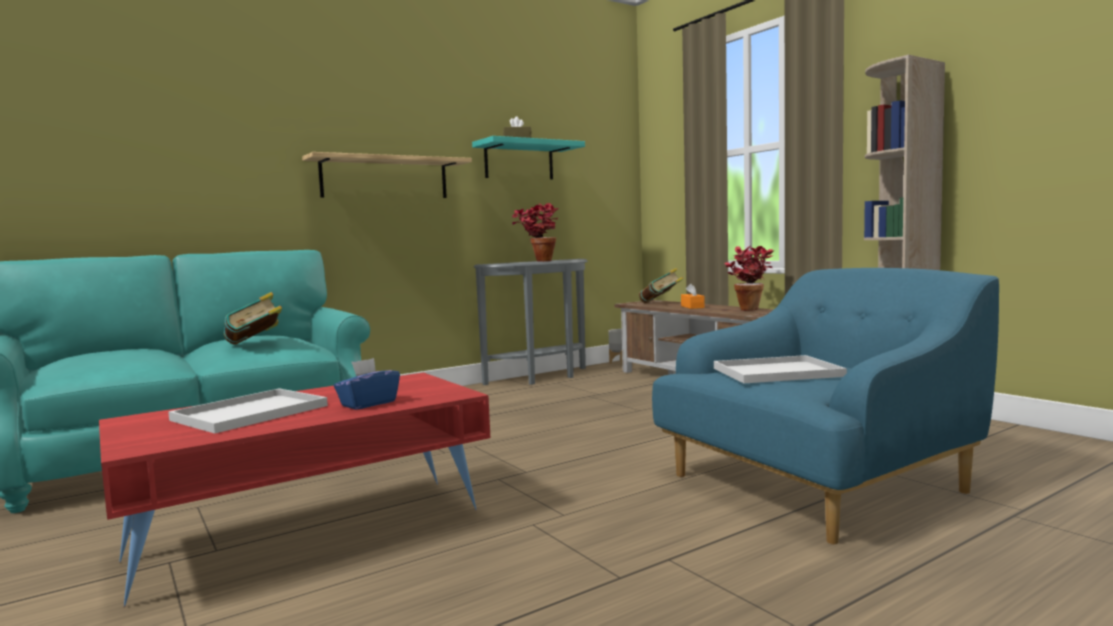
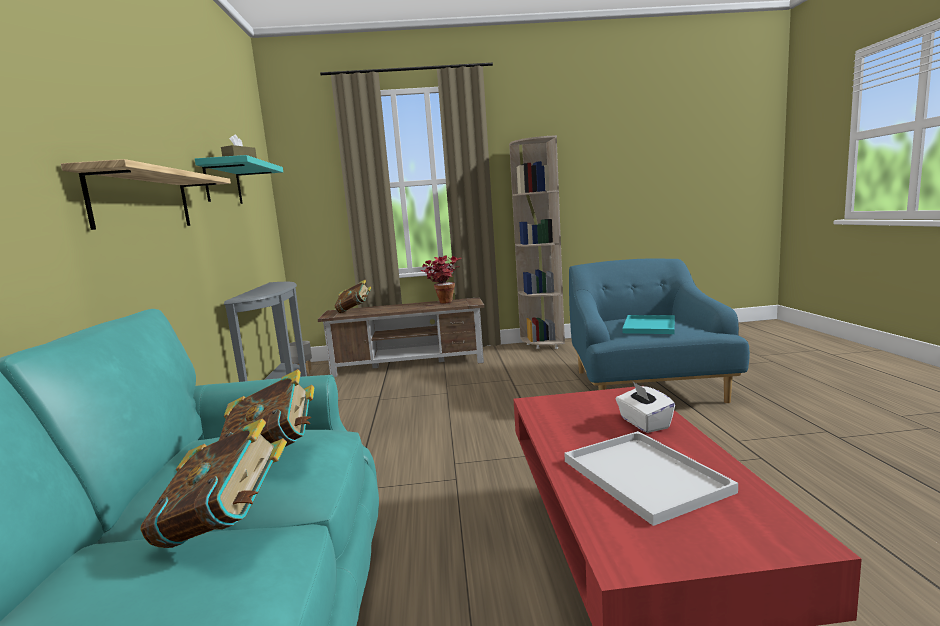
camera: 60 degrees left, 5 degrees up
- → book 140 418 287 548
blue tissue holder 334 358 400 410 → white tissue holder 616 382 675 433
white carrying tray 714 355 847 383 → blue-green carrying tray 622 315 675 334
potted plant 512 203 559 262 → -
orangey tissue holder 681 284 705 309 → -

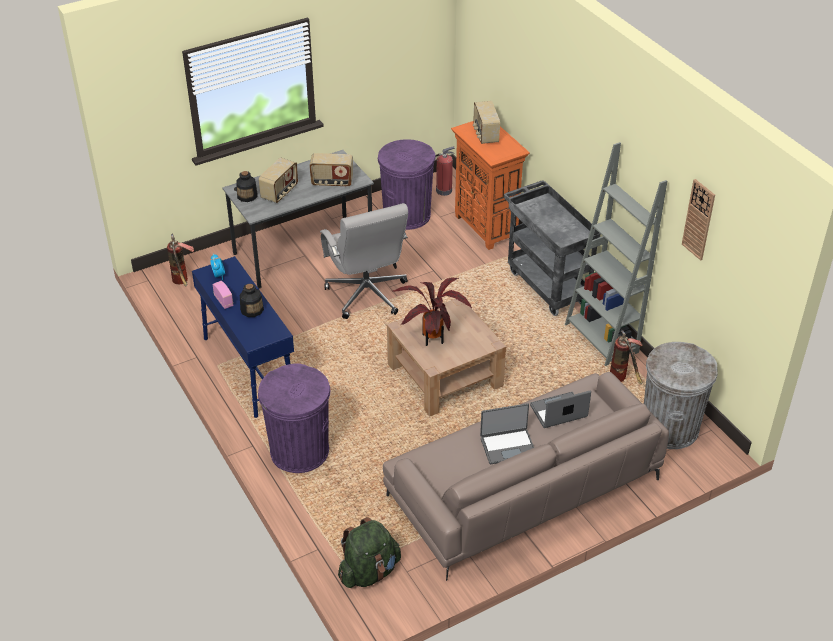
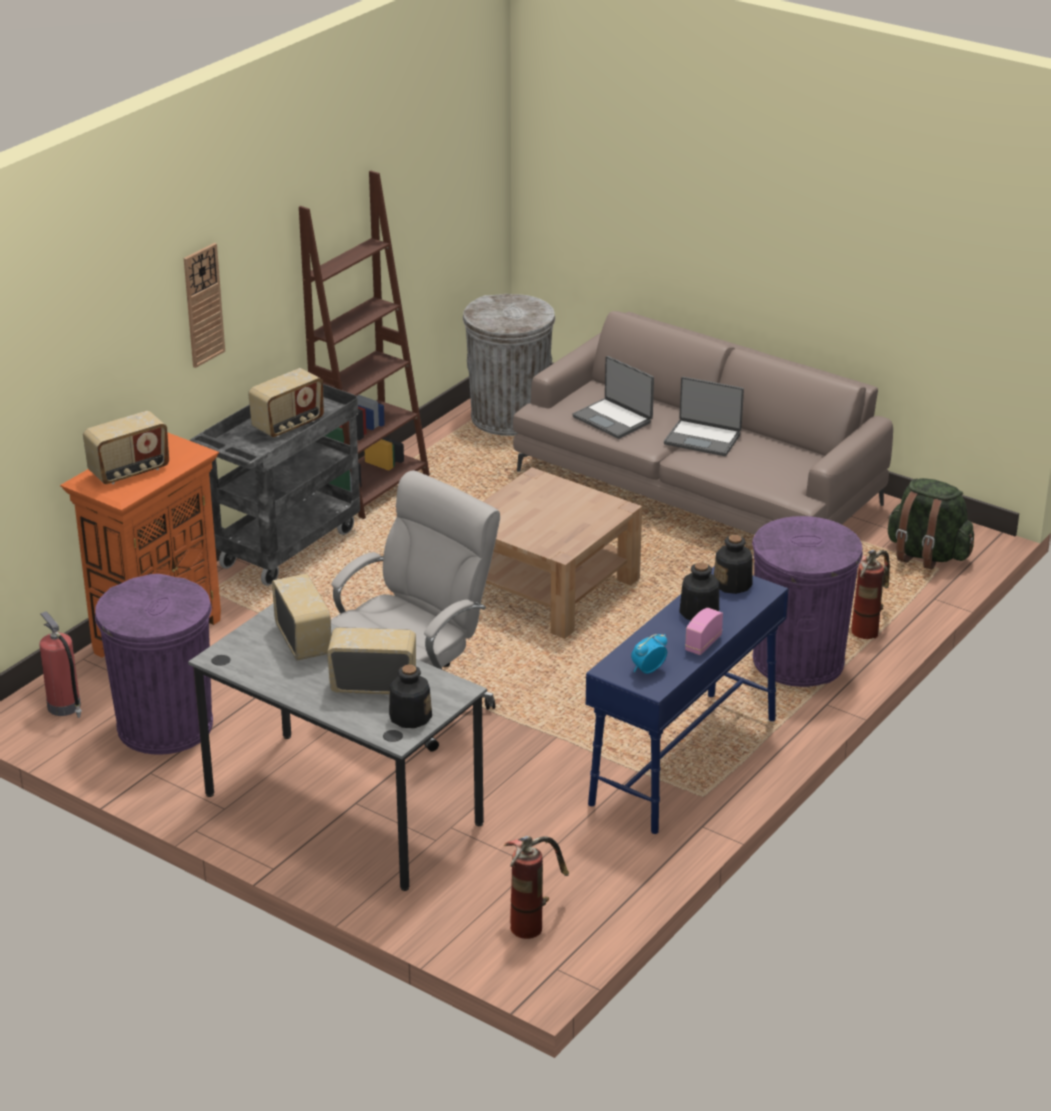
camera: 115 degrees left, 10 degrees down
clock on the wall 682 179 715 261 → clock on the wall 184 243 225 368, move
- → radio 248 368 324 437
gray shelving unit 565 142 667 366 → brown-coloured shelving unit 299 171 430 519
portable computer 480 403 534 464 → portable computer 664 377 744 456, 150 degrees clockwise
- → beverage bottle 714 535 753 594
fire-fighting cylinder 610 330 643 385 → fire-fighting cylinder 851 549 890 639, move
potted plant 393 278 472 346 → -

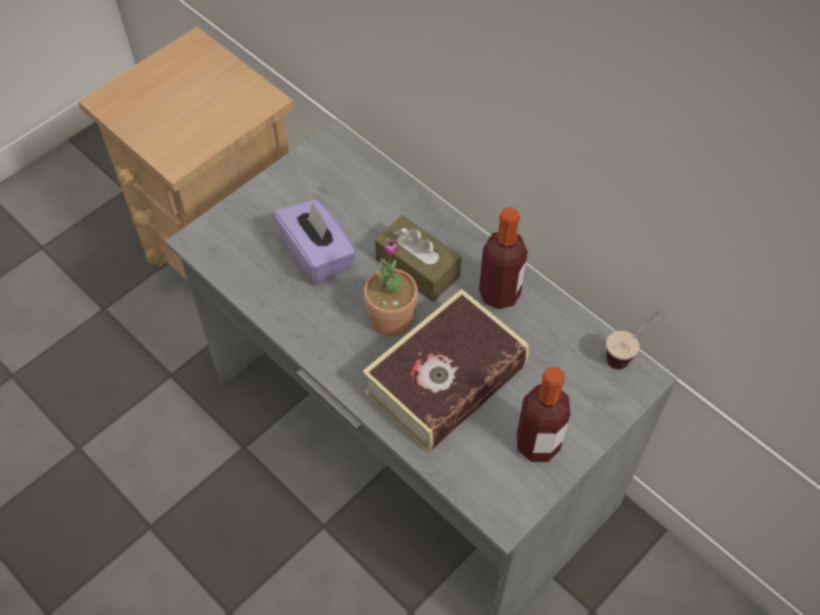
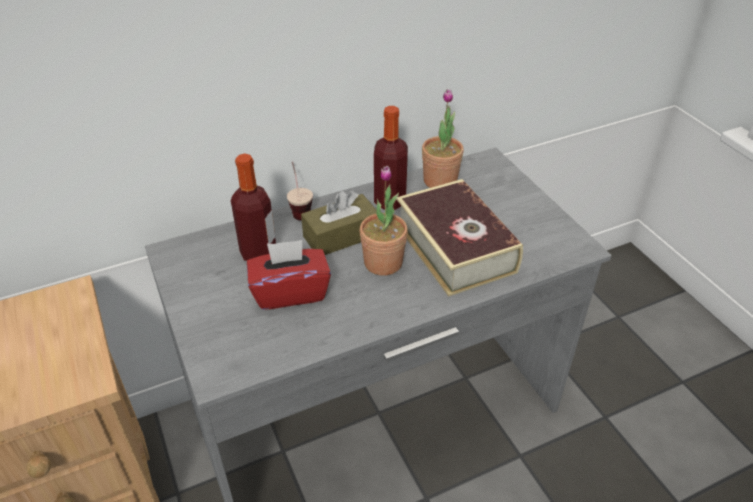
camera: 70 degrees left, 15 degrees down
beverage bottle 517 367 570 462 → beverage bottle 231 153 276 261, move
purple-coloured tissue holder 273 199 356 284 → red-coloured tissue holder 247 240 331 310
drinking cup 606 311 660 370 → drinking cup 287 162 313 220, move
- → potted plant 422 89 464 188

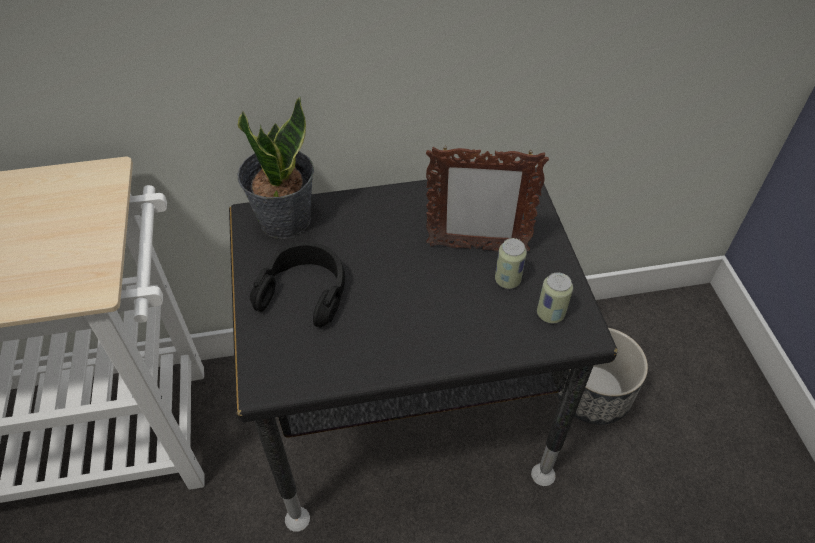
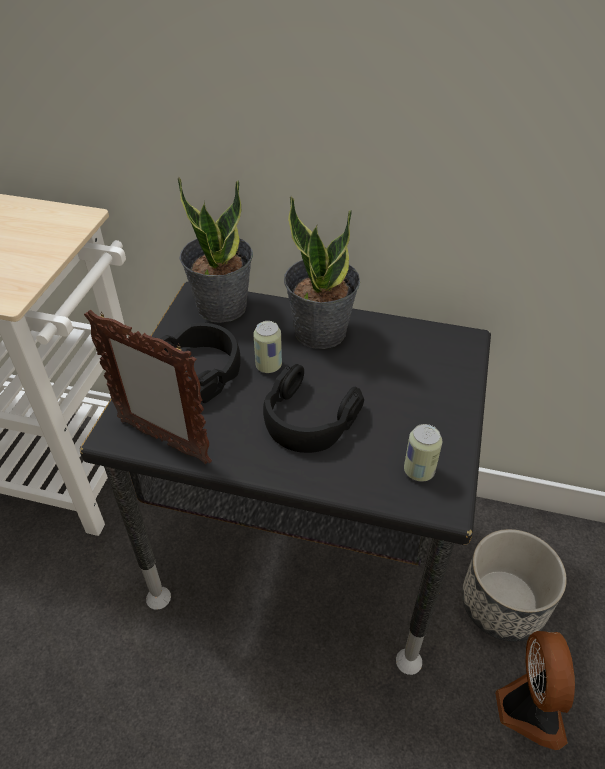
camera: 25 degrees right, 5 degrees down
picture frame 426 146 549 252 → picture frame 84 310 212 464, move
sealed can 495 238 527 289 → sealed can 253 321 282 373, move
- → black pair of headphones 263 364 364 453
- → potted plant 284 196 360 349
- → cooling fan 495 631 575 750

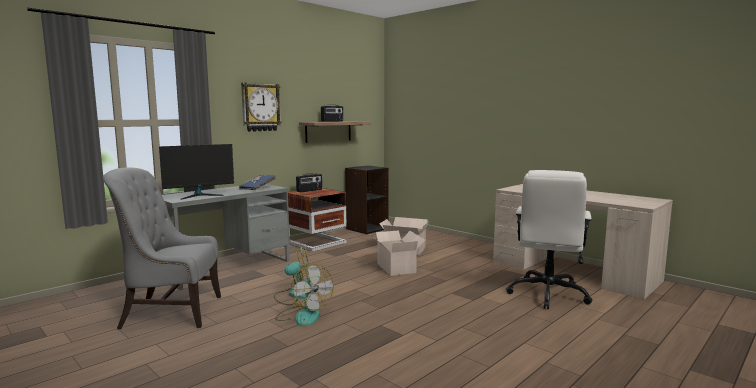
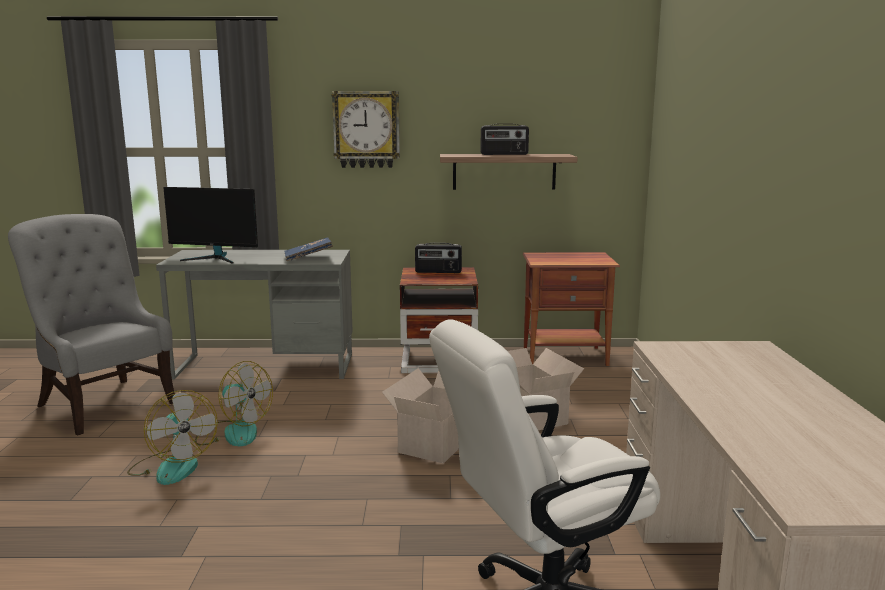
camera: 45 degrees right, 5 degrees up
cooling fan 275 264 334 326 → cooling fan 127 390 218 485, 45 degrees counterclockwise
black shelving unit 345 165 389 234 → nightstand 523 252 620 366

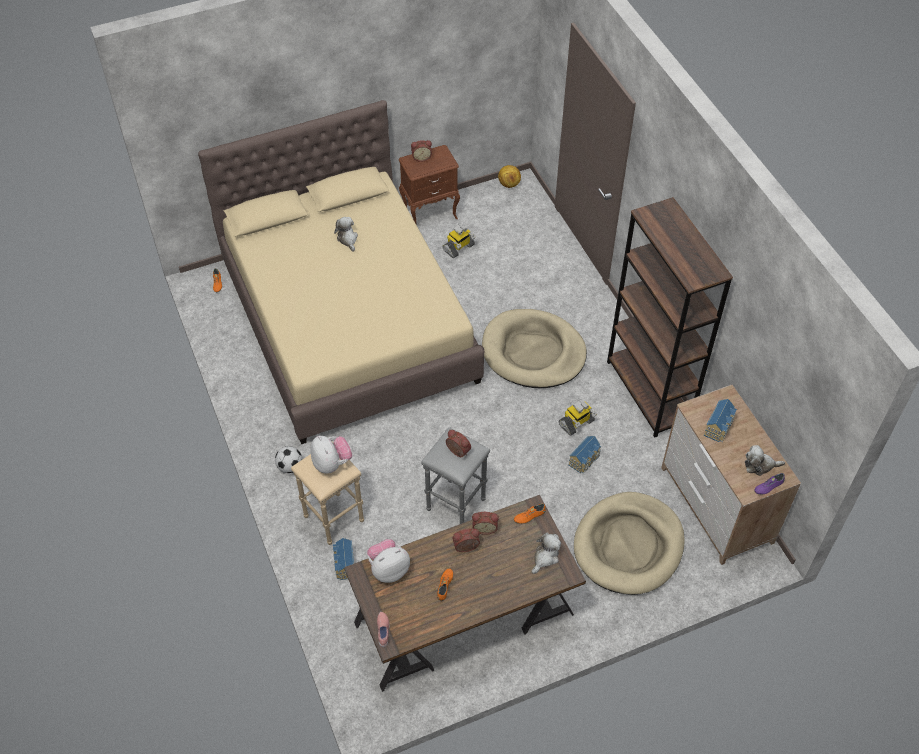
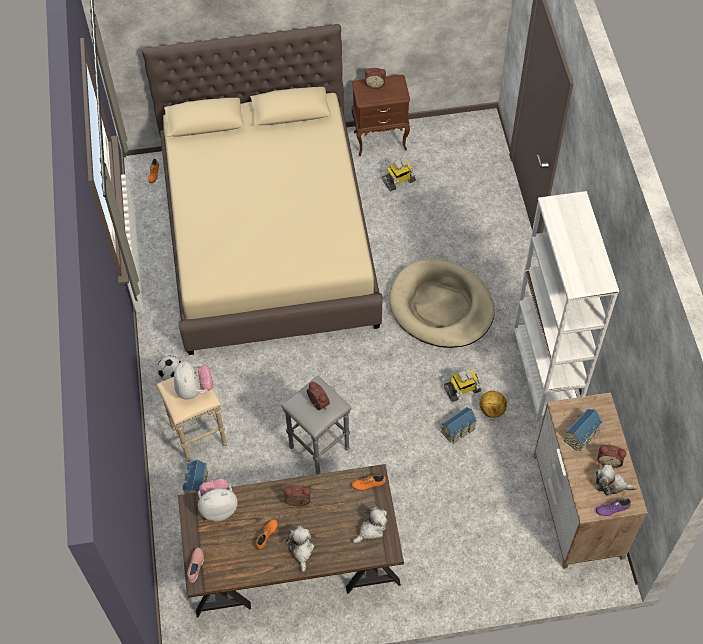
camera: 15 degrees right, 5 degrees up
soft toy 334 217 358 252 → soft toy 285 526 314 572, move
ball for football 498 165 521 188 → ball for football 480 390 507 418, move
brown-coloured shelving unit 607 197 733 438 → white shelving unit 513 191 619 422
bedside clock 472 512 499 535 → bedside clock 597 445 627 468, move
beige pet bed 574 492 684 595 → -

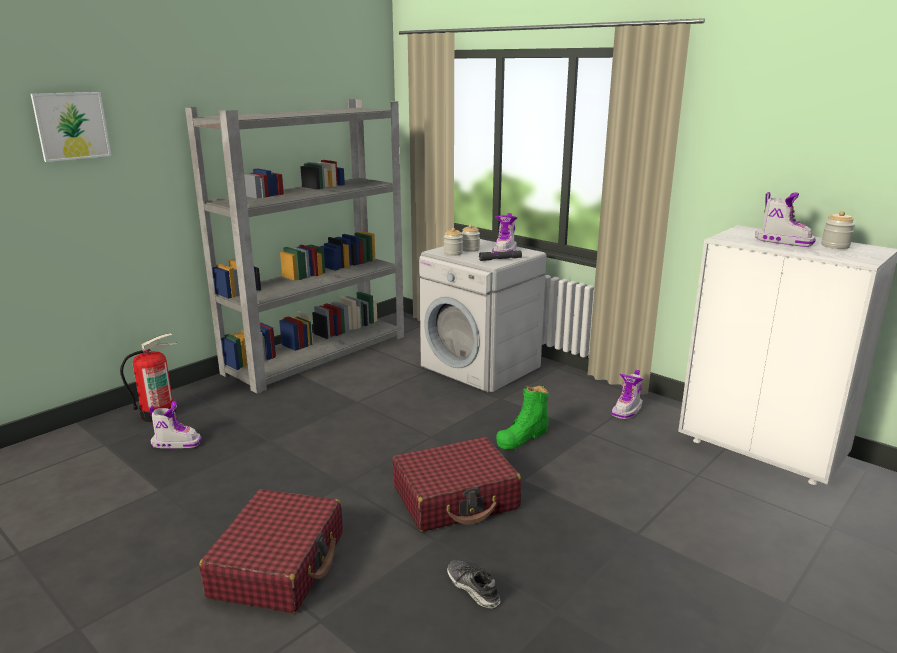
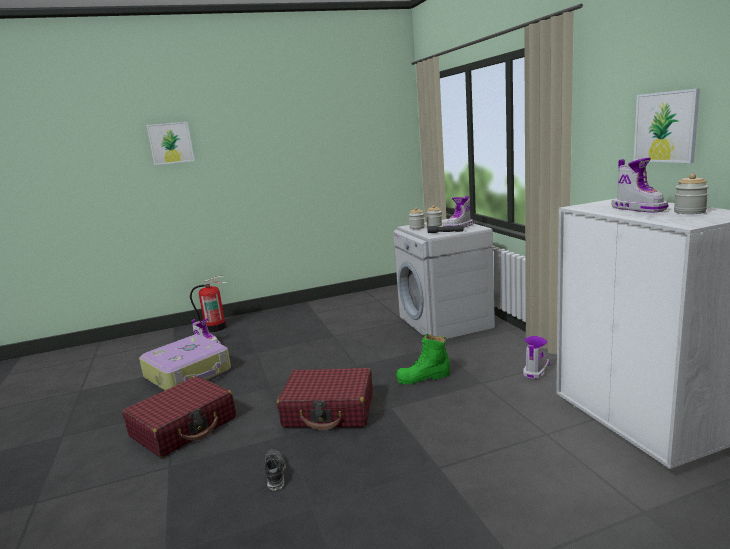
camera: 30 degrees right, 5 degrees down
- → suitcase 139 335 231 390
high-top boot 611 370 643 419 → high-top boot 523 336 550 379, 150 degrees clockwise
- → wall art 633 88 700 163
gray shelving unit 185 99 404 394 → -

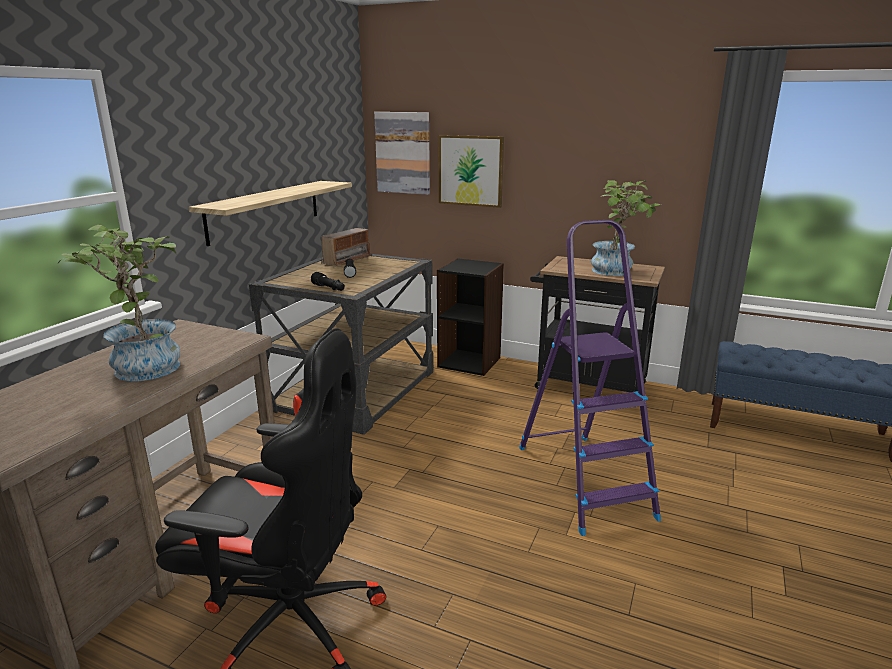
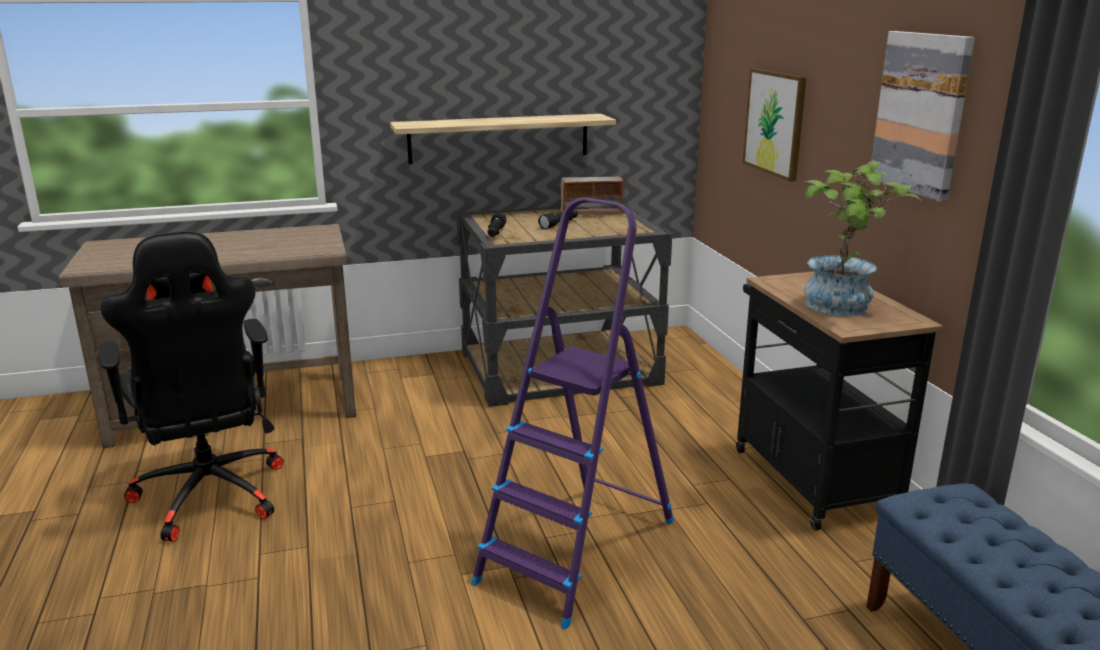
camera: 50 degrees right, 0 degrees up
wall art 374 112 430 195 → wall art 871 31 975 202, move
potted plant 58 225 180 381 → -
black shelving unit 437 258 504 376 → -

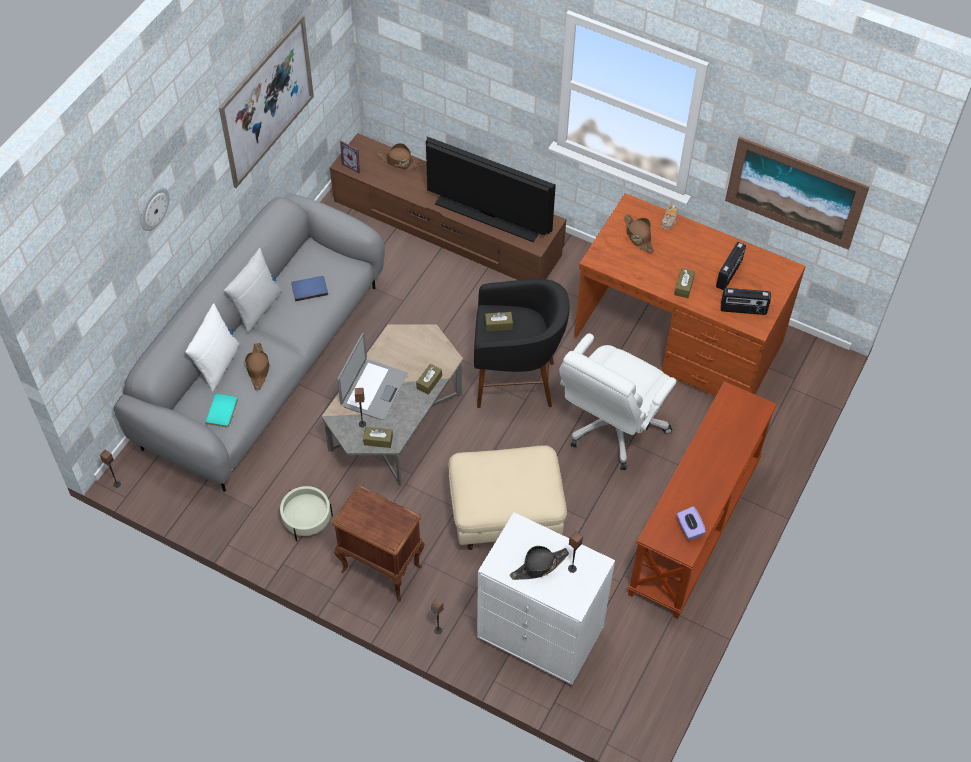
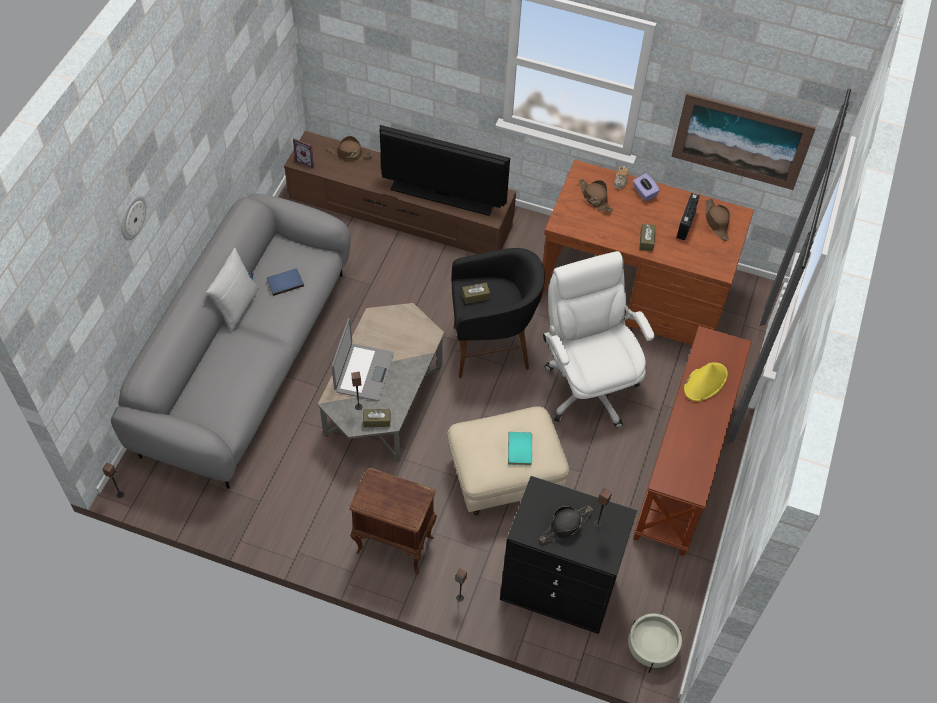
camera: 10 degrees left, 0 degrees up
white cupboard 477 512 615 685 → black cupboard 500 476 637 634
blue-green book 205 393 238 428 → blue-green book 508 432 532 466, move
white office chair 559 333 676 470 → white office chair 543 251 655 428, 135 degrees clockwise
beige flower pot 280 486 333 541 → beige flower pot 628 614 682 673, move
purple-coloured tissue holder 677 506 706 541 → purple-coloured tissue holder 633 173 660 201, move
- → yellowish clothing hat 684 362 728 401
brown-coloured clothing hat 245 343 270 390 → brown-coloured clothing hat 706 199 730 241, move
white pillow 185 303 240 392 → -
wall art 219 15 314 188 → -
brown-coloured tissue holder 416 364 442 395 → -
radio 721 288 771 315 → -

